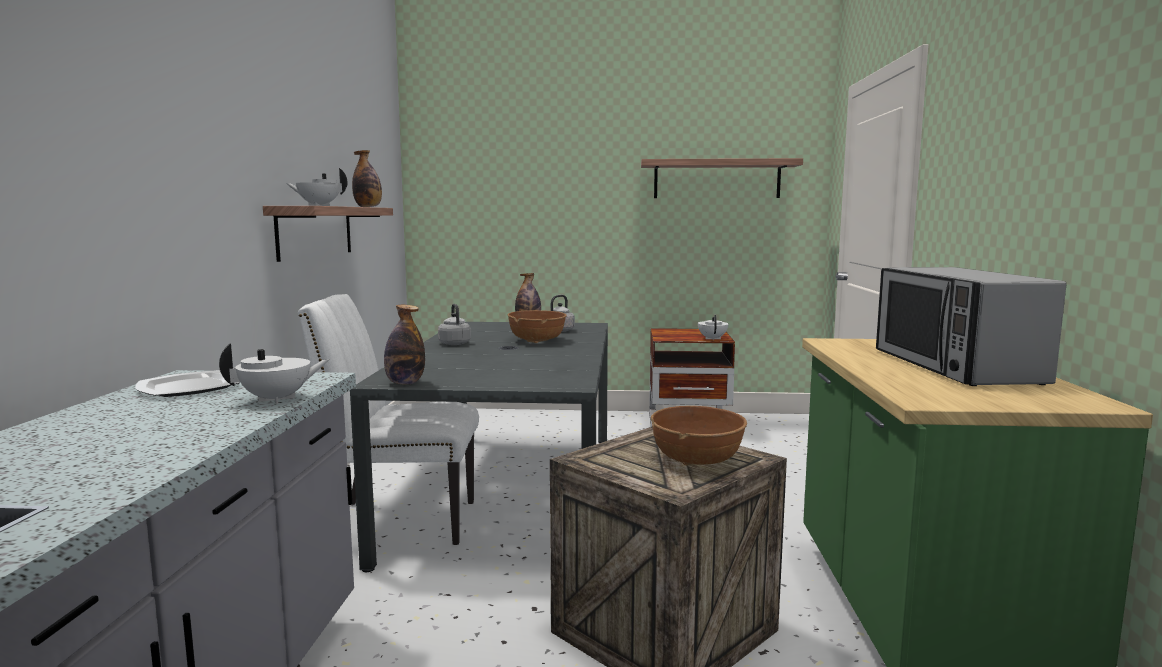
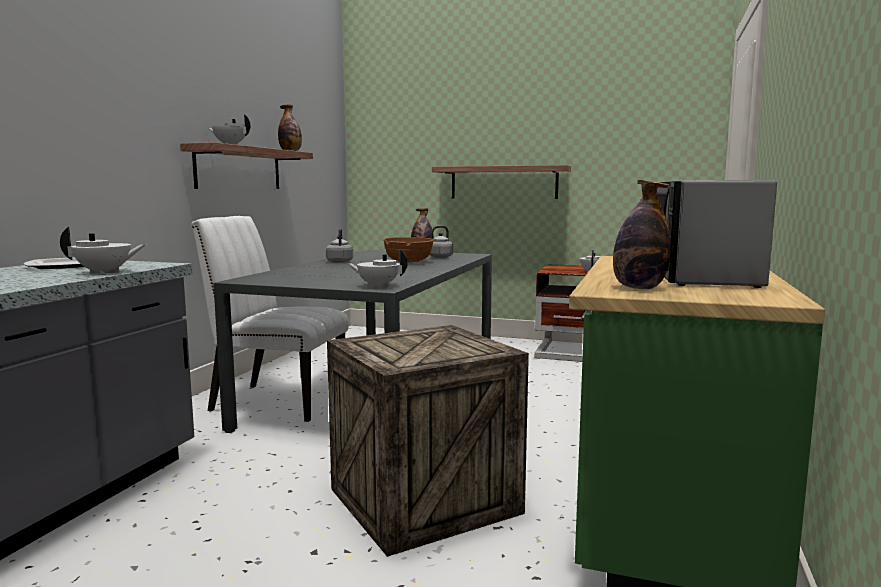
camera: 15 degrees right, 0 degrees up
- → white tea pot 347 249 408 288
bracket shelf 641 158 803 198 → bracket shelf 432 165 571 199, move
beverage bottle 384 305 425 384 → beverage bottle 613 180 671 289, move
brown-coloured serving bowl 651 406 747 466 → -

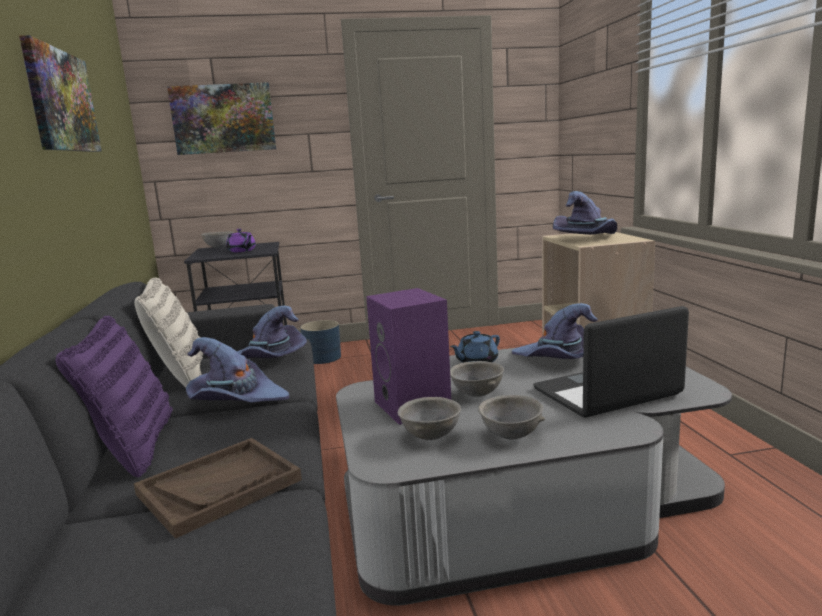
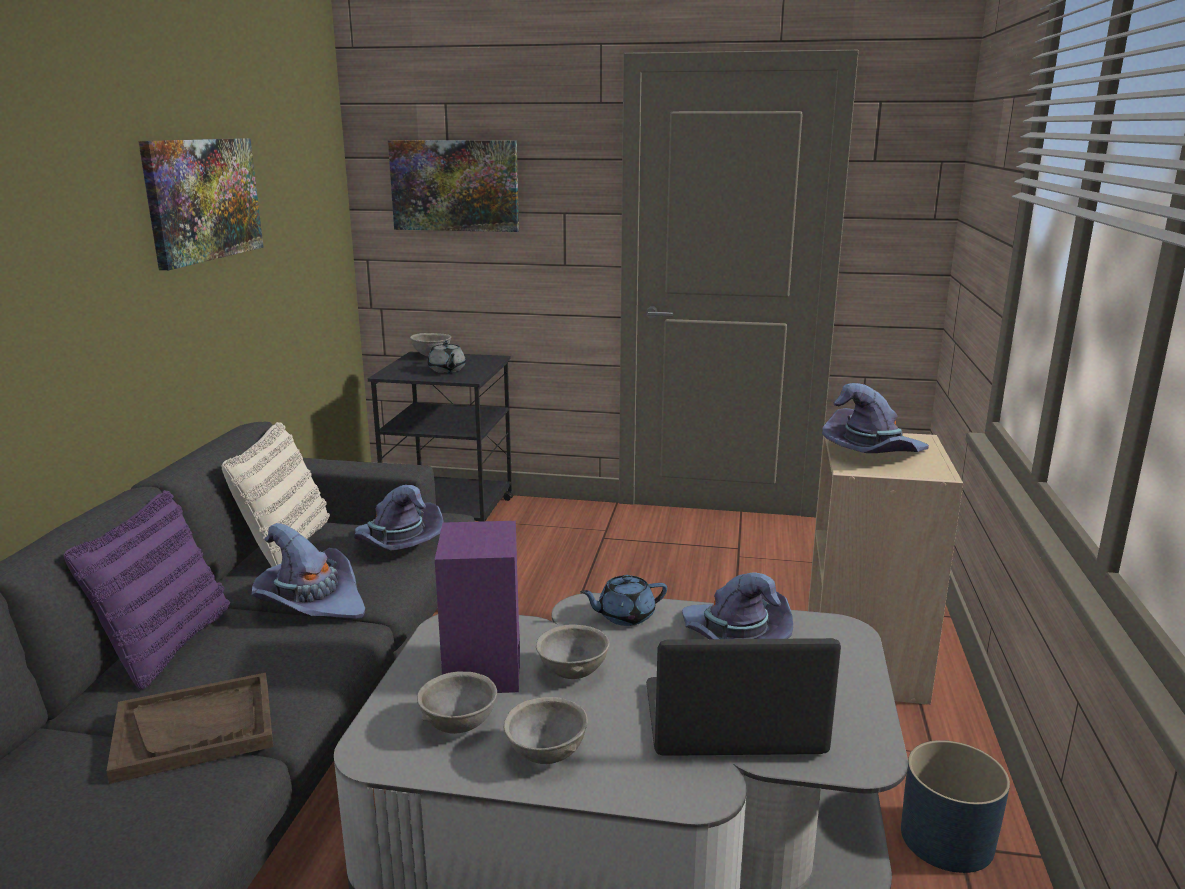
camera: 20 degrees right, 5 degrees up
purple-coloured tea pot 226 229 256 252 → gray tea pot 427 341 466 373
blue flower pot 300 320 341 364 → blue flower pot 901 740 1010 873, move

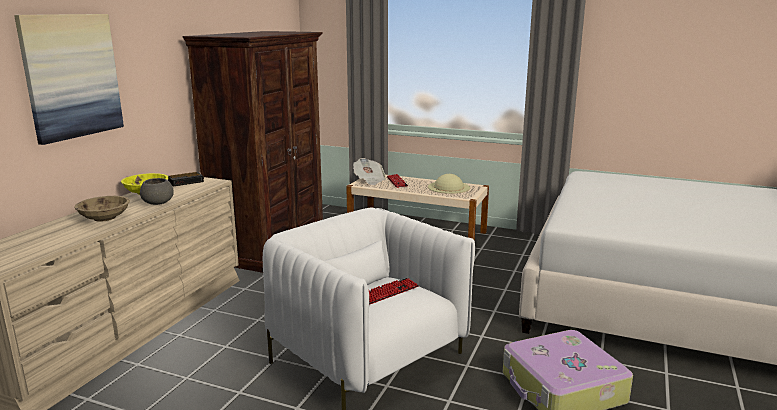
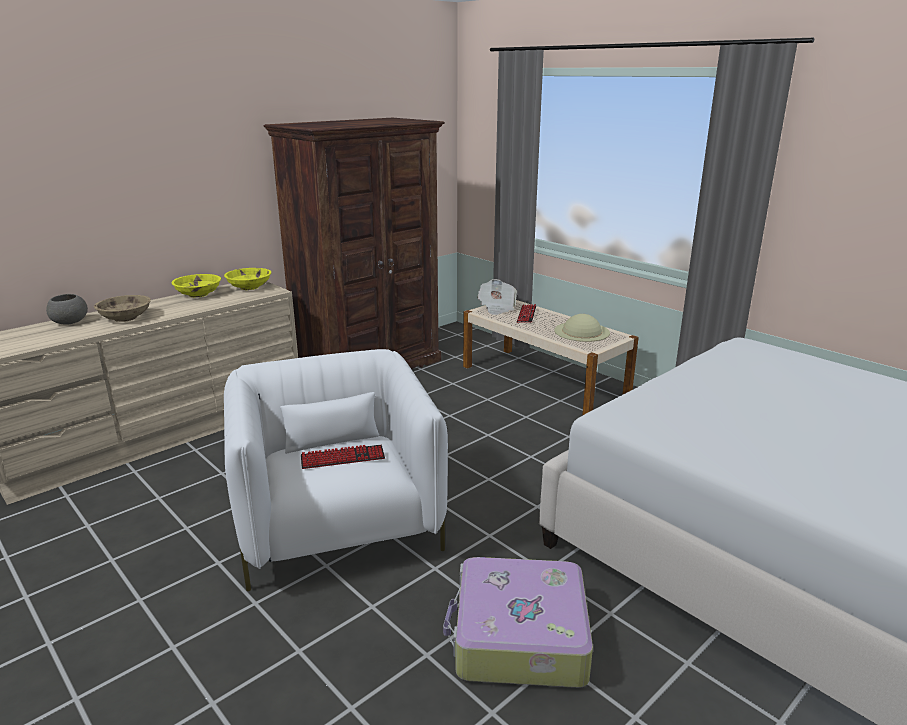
camera: 25 degrees right, 5 degrees up
gray serving bowl 140 178 174 205 → gray serving bowl 46 294 88 325, move
bedside clock 168 172 204 187 → yellowish serving bowl 224 268 271 290
wall art 14 14 124 145 → -

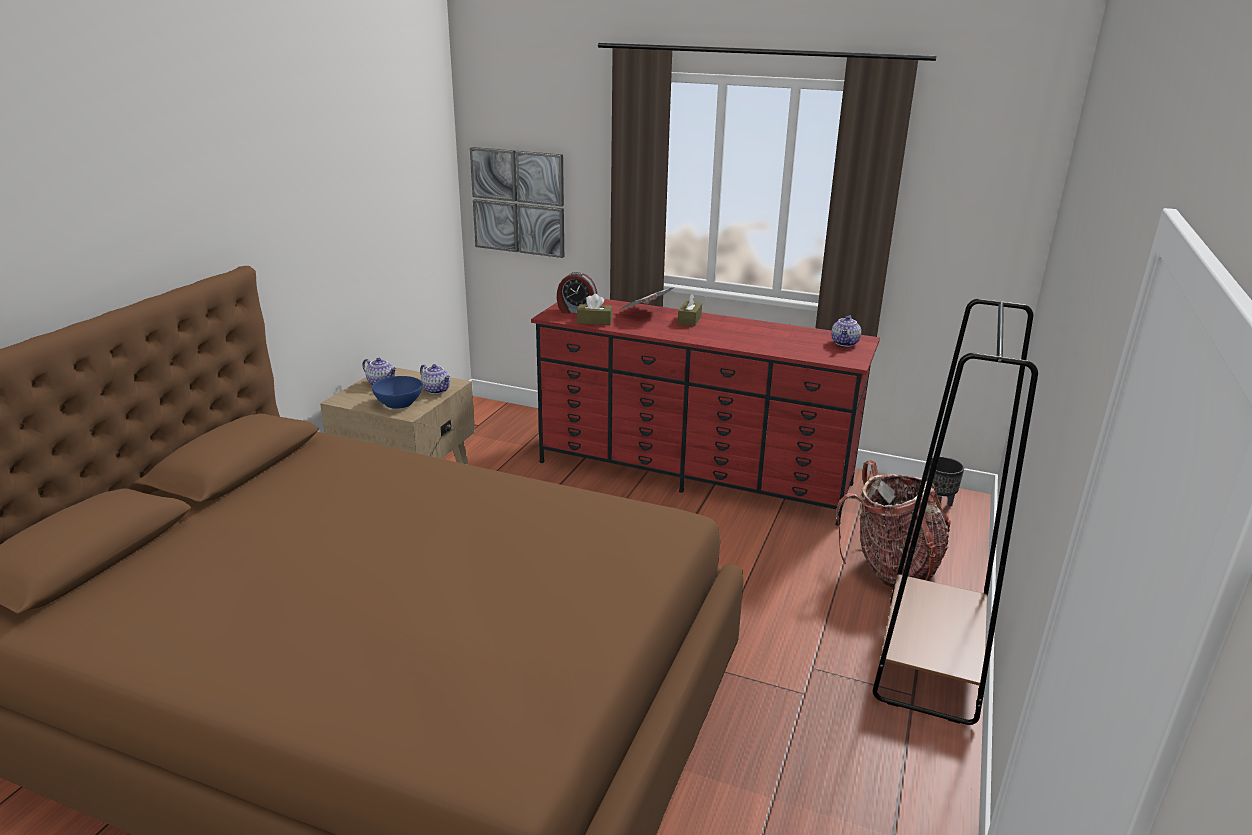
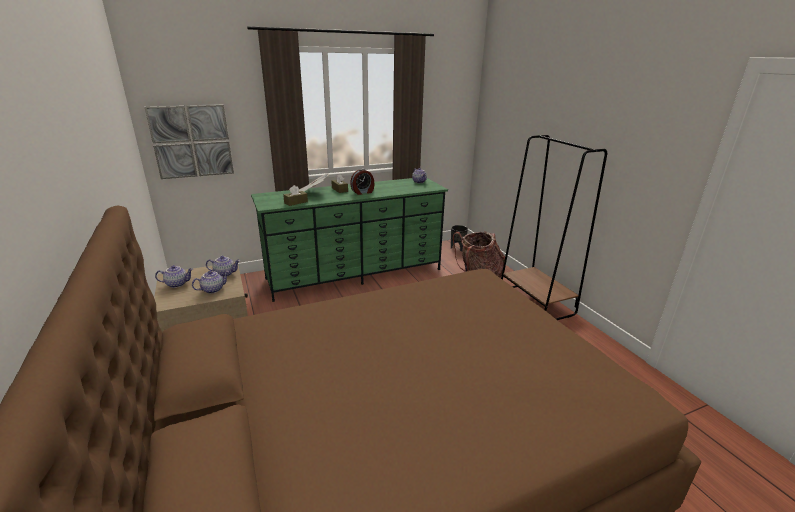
camera: 45 degrees left, 0 degrees up
blue serving bowl 372 376 422 409 → tea pot 192 271 229 293
red-coloured drawer chest 531 299 880 526 → green-coloured drawer chest 251 178 448 302
bedside clock 557 272 597 314 → bedside clock 350 169 375 195, move

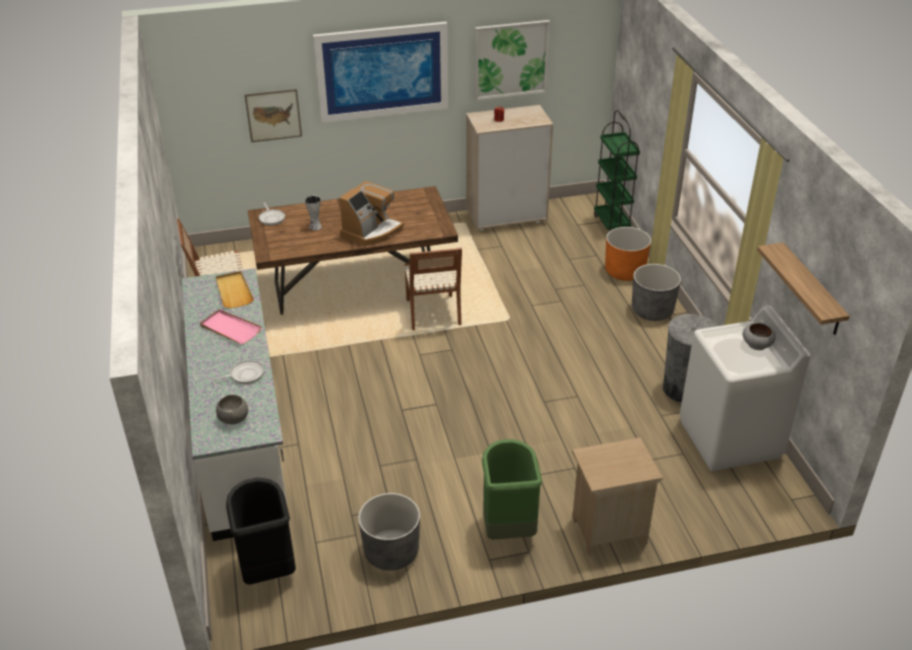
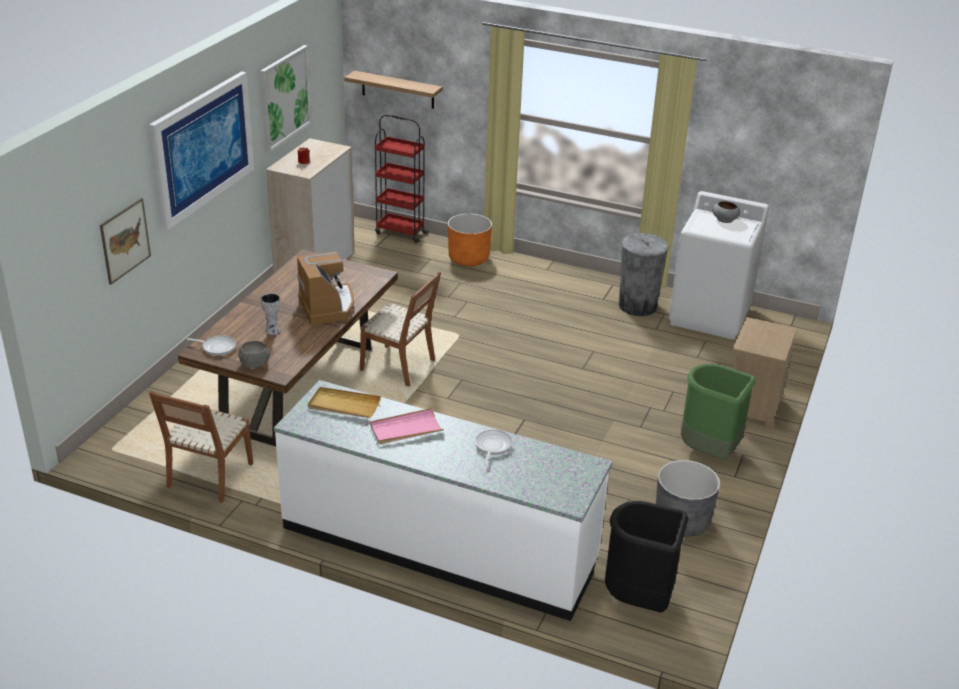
camera: 55 degrees left, 5 degrees down
gray serving bowl 216 395 248 424 → gray serving bowl 238 341 270 368, move
bracket shelf 757 242 850 335 → bracket shelf 344 71 443 109, move
green-coloured trolley 594 110 640 231 → red-coloured trolley 375 115 429 243
gray flower pot 632 264 681 321 → -

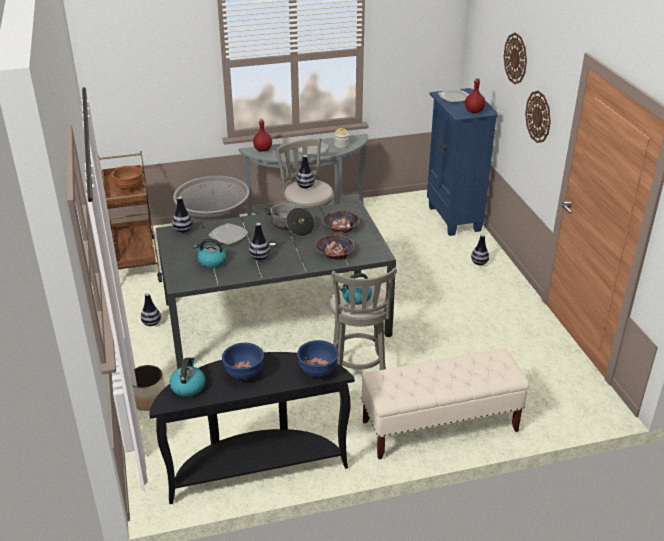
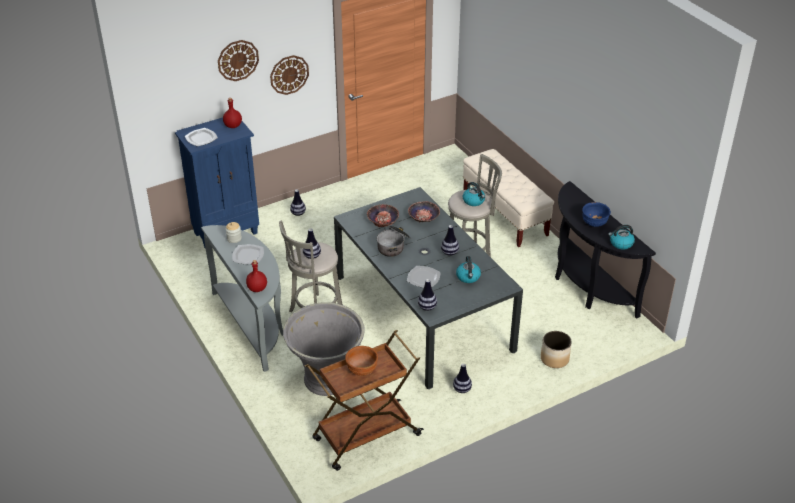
camera: 105 degrees left, 5 degrees up
blue serving bowl 297 340 339 377 → -

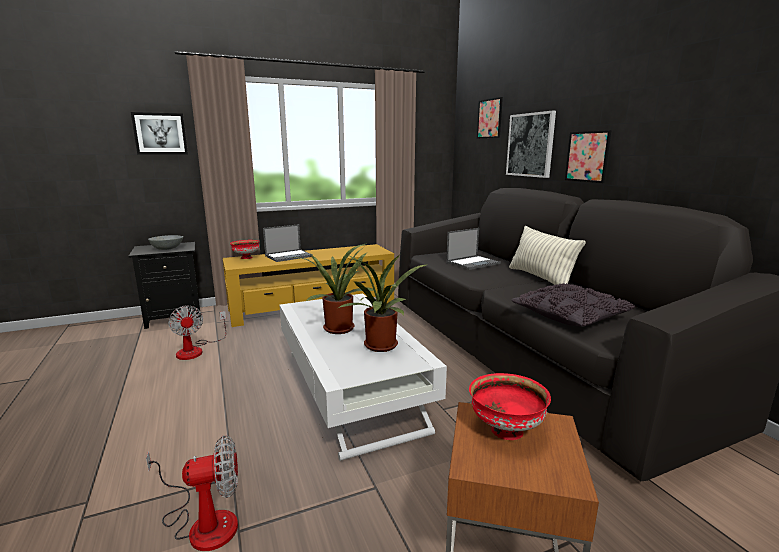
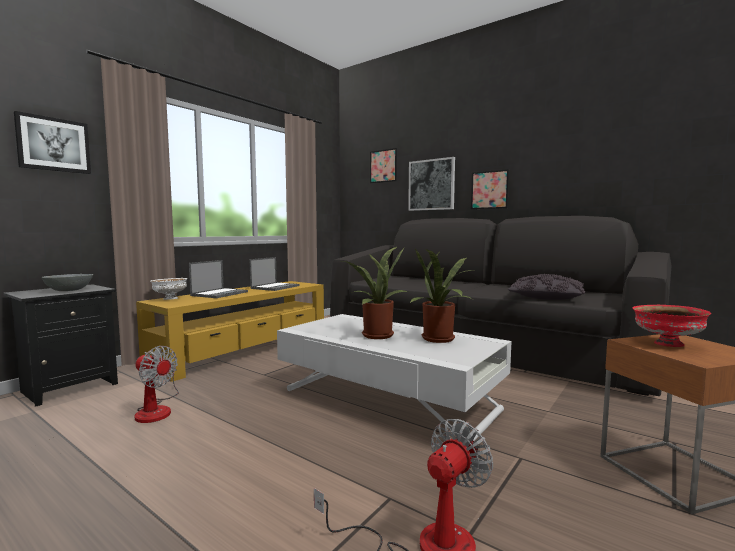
camera: 30 degrees left, 10 degrees down
red-coloured serving bowl 230 240 260 259 → white serving bowl 150 278 188 300
portable computer 446 228 501 270 → portable computer 250 257 300 291, move
pillow 509 226 586 285 → -

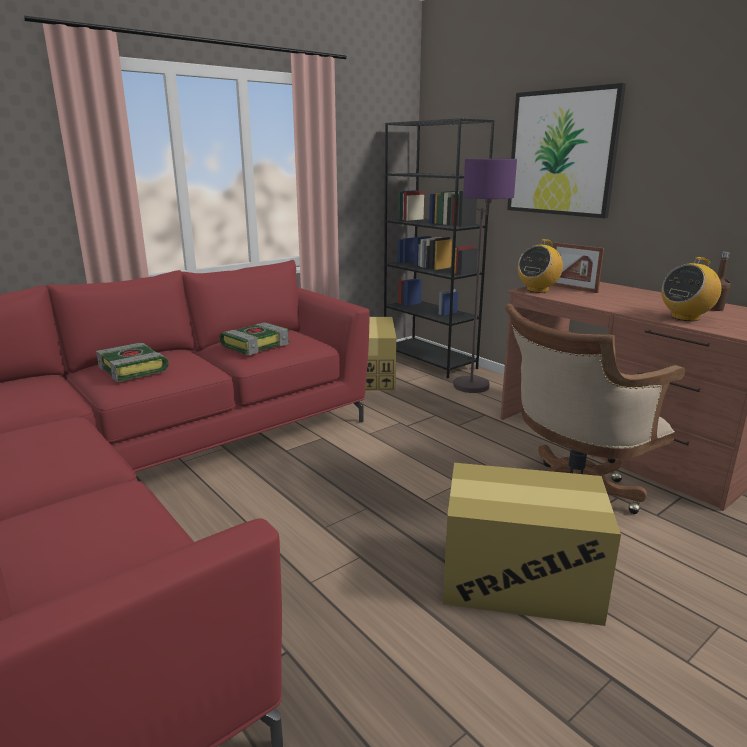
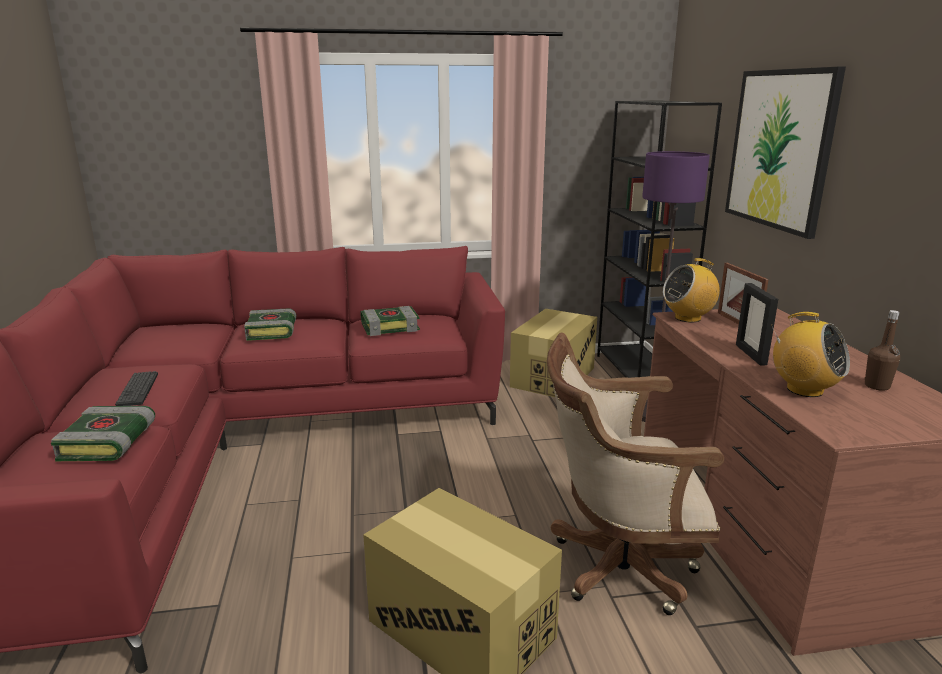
camera: 30 degrees right, 0 degrees up
- → book 51 406 155 461
- → computer keyboard 115 371 158 406
- → picture frame 736 283 778 365
radio 661 257 721 321 → radio 771 312 850 397, 135 degrees counterclockwise

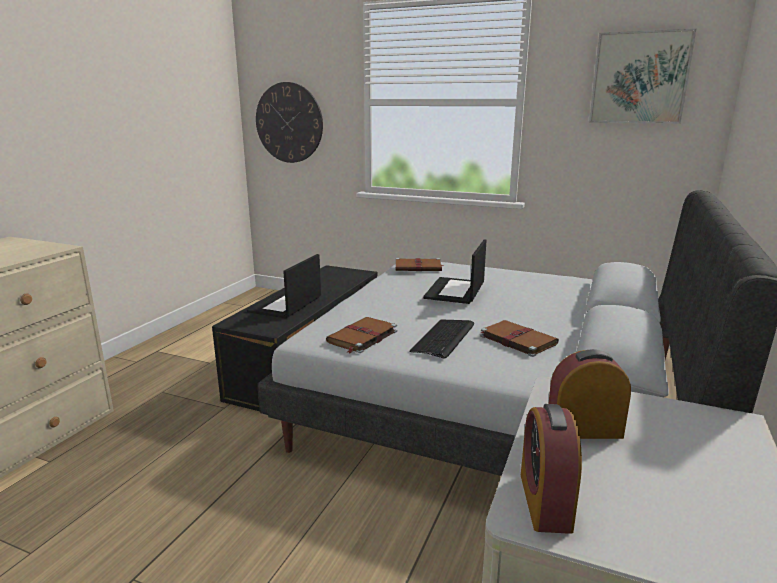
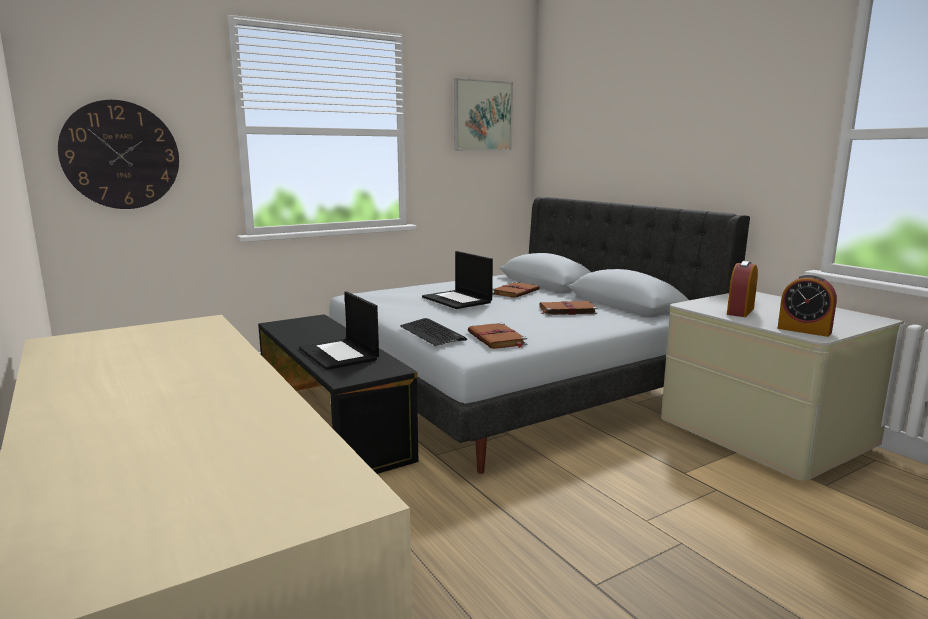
camera: 55 degrees left, 5 degrees down
computer keyboard 410 319 474 359 → computer keyboard 400 318 467 346, move
brown-coloured book 396 258 444 271 → brown-coloured book 492 282 540 298, move

